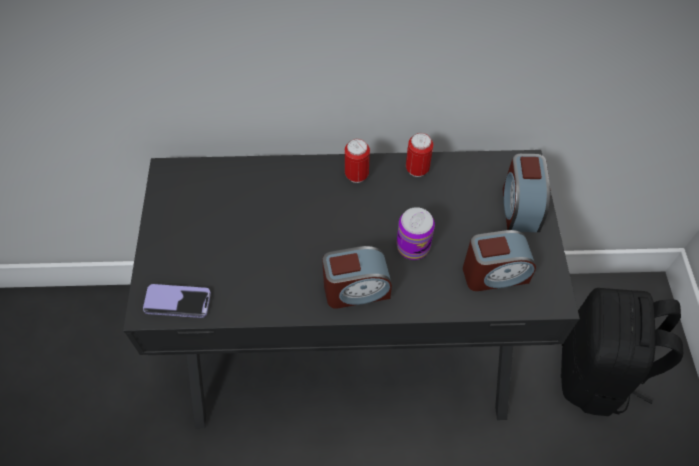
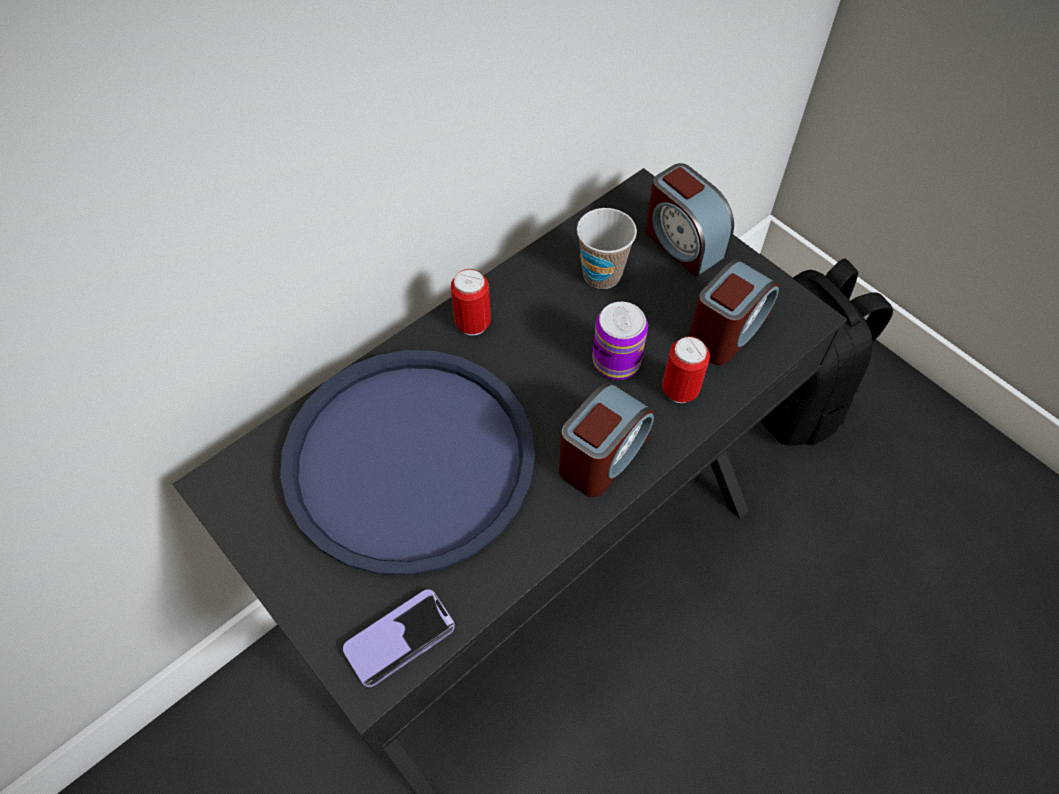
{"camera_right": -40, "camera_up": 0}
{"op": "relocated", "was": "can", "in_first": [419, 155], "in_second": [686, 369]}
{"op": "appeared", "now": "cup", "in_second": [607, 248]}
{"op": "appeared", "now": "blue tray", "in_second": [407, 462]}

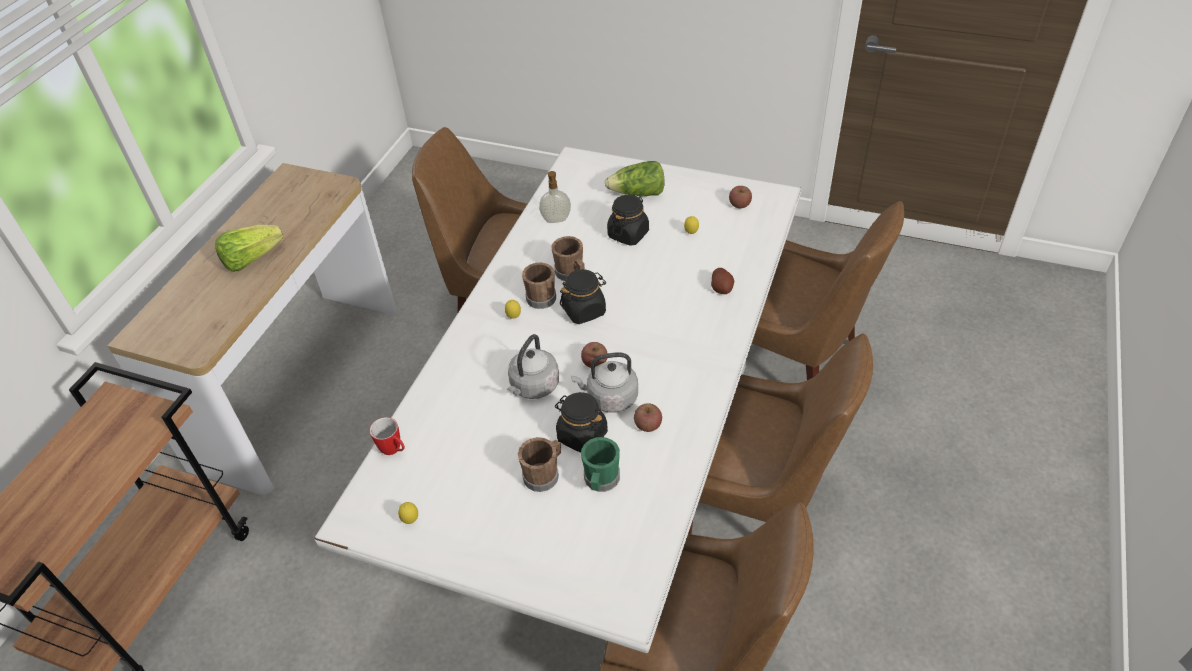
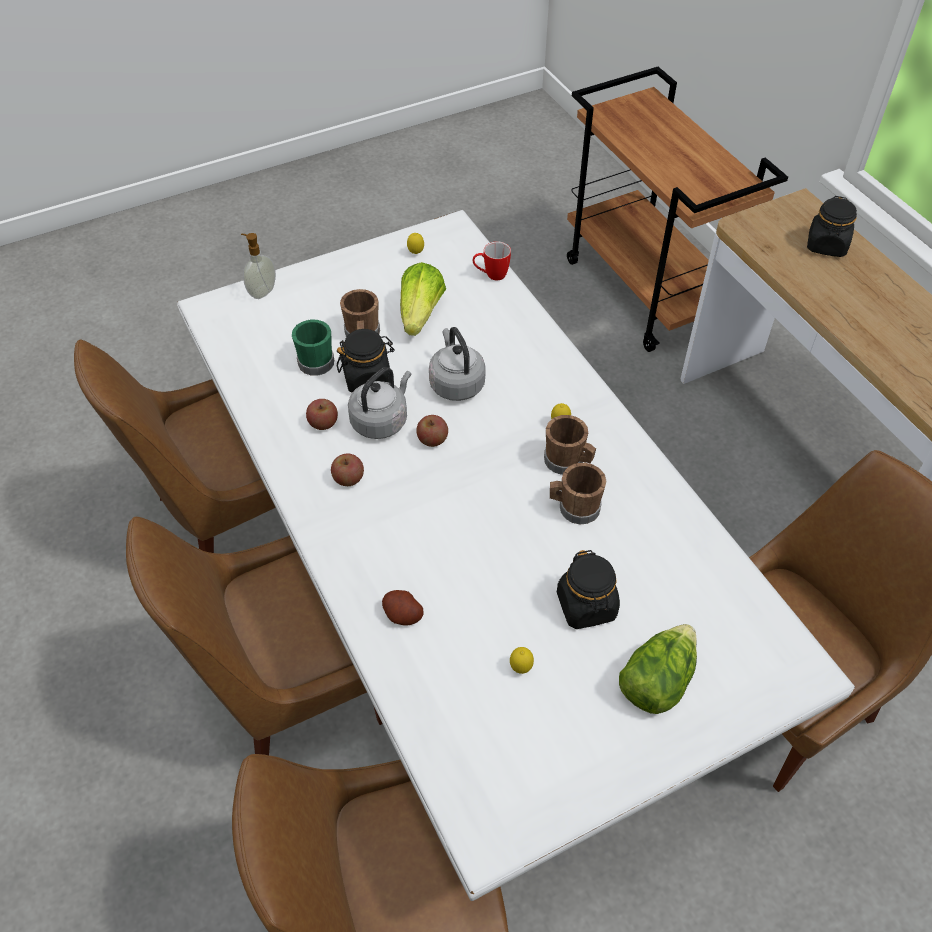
{"camera_right": 130, "camera_up": 5}
{"op": "relocated", "was": "soap dispenser", "in_first": [555, 197], "in_second": [258, 266]}
{"op": "relocated", "was": "apple", "in_first": [740, 197], "in_second": [347, 470]}
{"op": "relocated", "was": "lettuce", "in_first": [249, 248], "in_second": [423, 299]}
{"op": "relocated", "was": "black jar", "in_first": [583, 296], "in_second": [832, 226]}

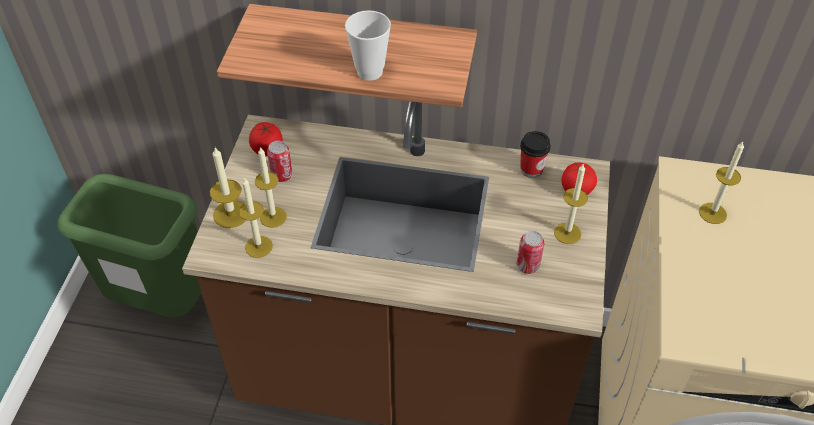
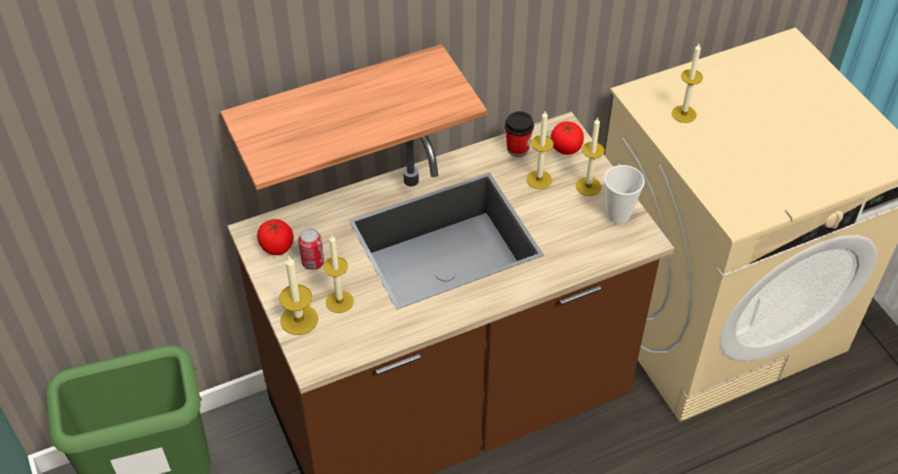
{"camera_right": -35, "camera_up": 0}
{"op": "relocated", "was": "cup", "in_first": [368, 45], "in_second": [624, 194]}
{"op": "relocated", "was": "candle", "in_first": [256, 218], "in_second": [540, 149]}
{"op": "missing", "was": "can", "in_first": [530, 252]}

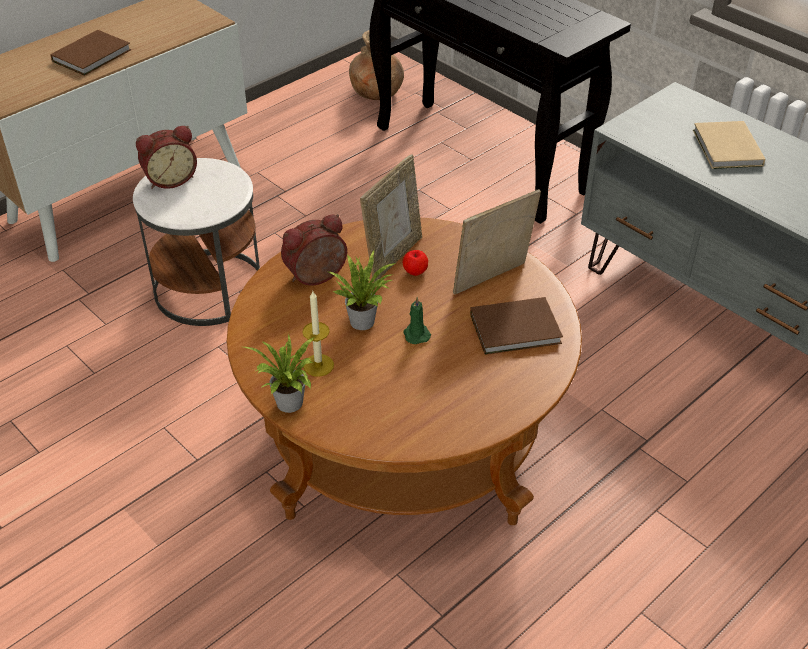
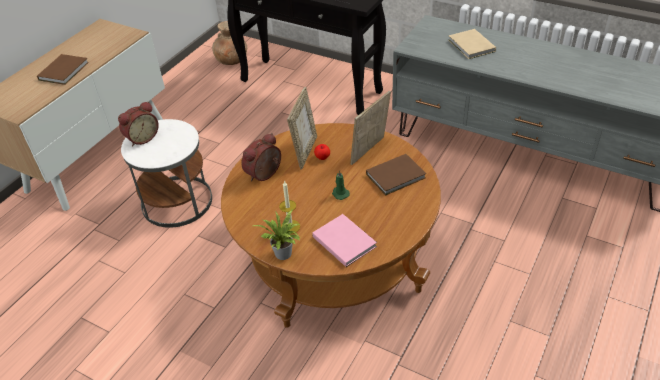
{"camera_right": -15, "camera_up": 0}
{"op": "missing", "was": "potted plant", "in_first": [362, 290]}
{"op": "appeared", "now": "pink book", "in_second": [344, 240]}

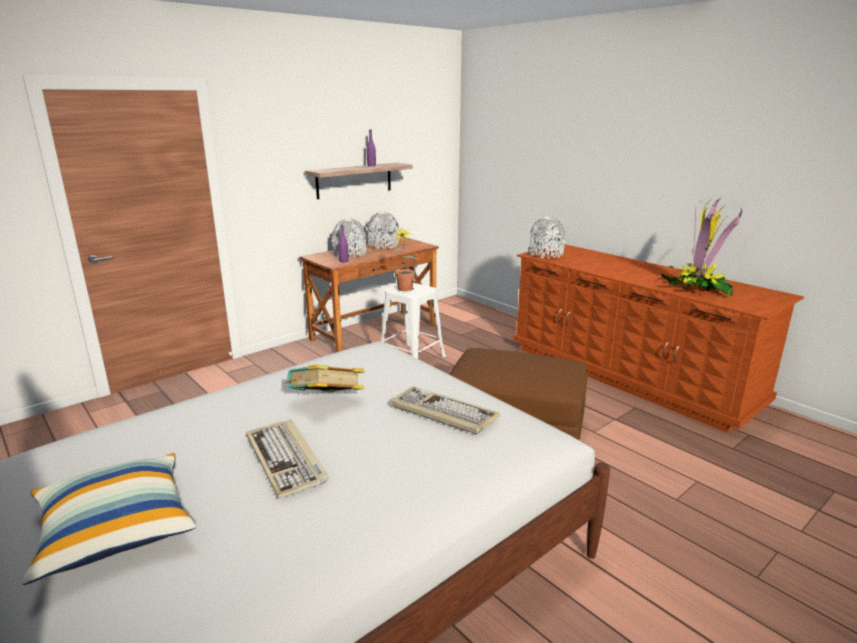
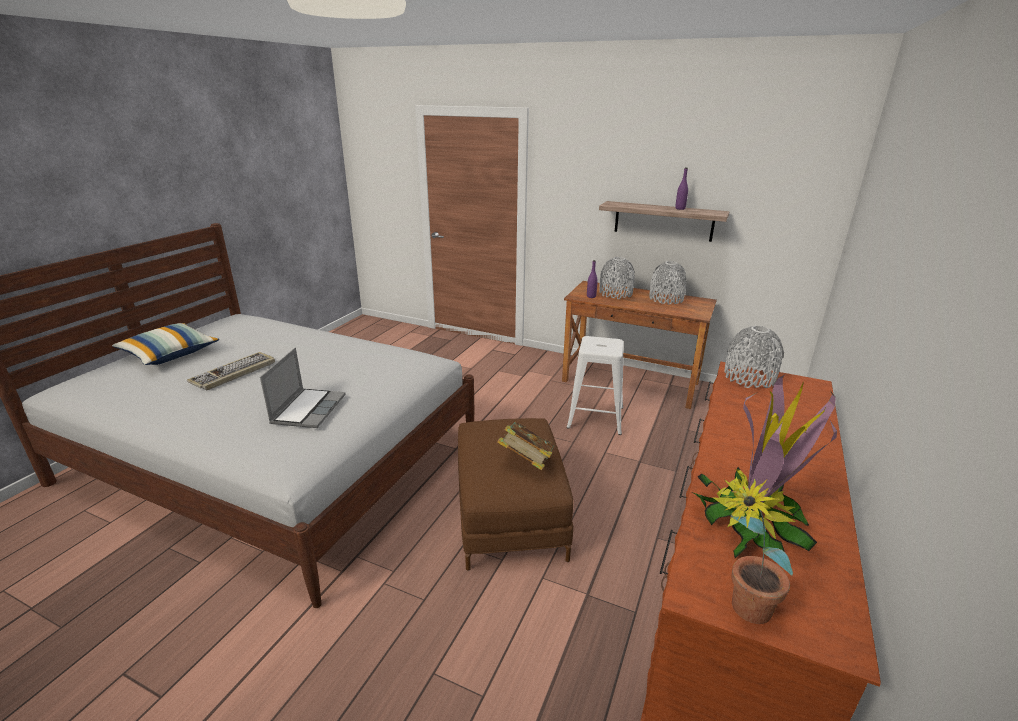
{"camera_right": 65, "camera_up": 5}
{"op": "relocated", "was": "potted plant", "in_first": [404, 259], "in_second": [758, 551]}
{"op": "relocated", "was": "book", "in_first": [324, 378], "in_second": [525, 446]}
{"op": "exchanged", "was": "keyboard", "now": "laptop", "in_first": [445, 410], "in_second": [303, 388]}

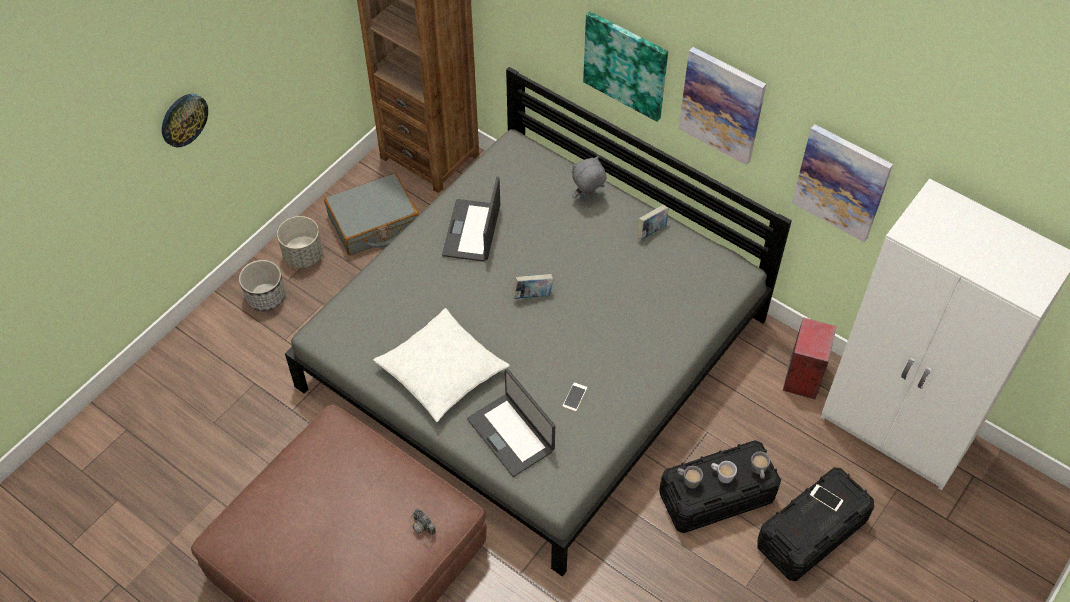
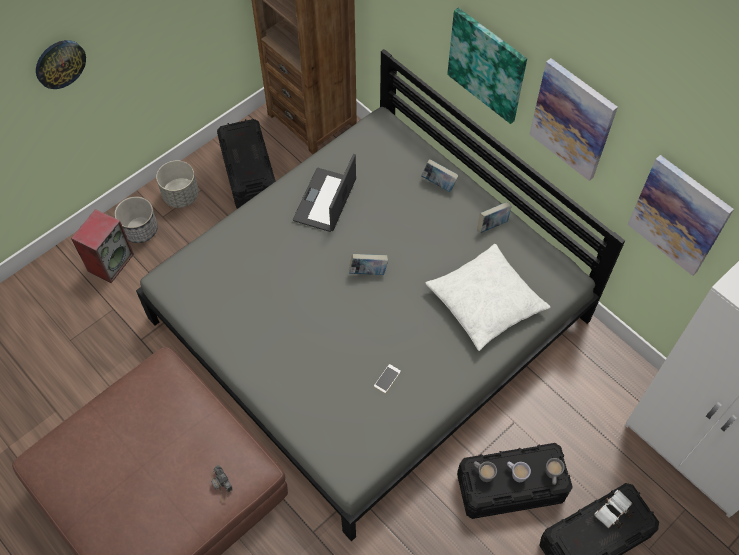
{"camera_right": 10, "camera_up": 5}
{"op": "exchanged", "was": "grey plush toy", "now": "book", "in_first": [589, 178], "in_second": [440, 175]}
{"op": "exchanged", "was": "grey suitcase", "now": "black storage box", "in_first": [371, 214], "in_second": [246, 164]}
{"op": "relocated", "was": "white pillow", "in_first": [442, 365], "in_second": [487, 297]}
{"op": "relocated", "was": "speaker", "in_first": [810, 358], "in_second": [102, 246]}
{"op": "missing", "was": "laptop", "in_first": [511, 422]}
{"op": "exchanged", "was": "phone", "now": "white binoculars", "in_first": [826, 497], "in_second": [614, 510]}

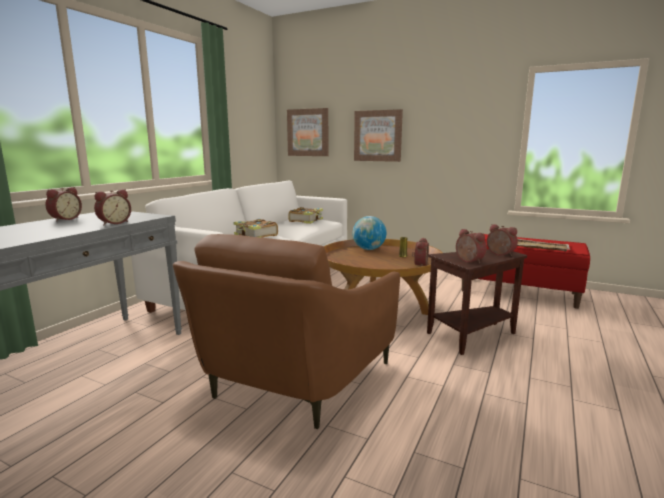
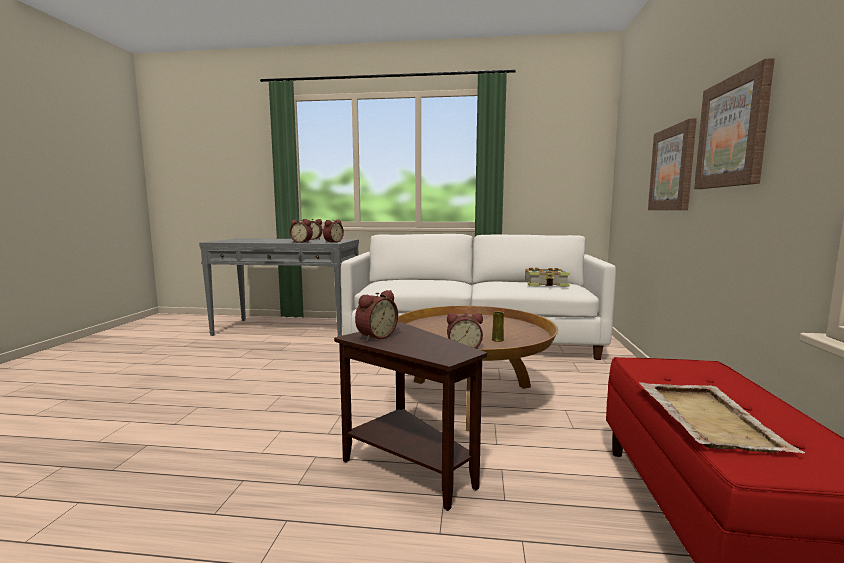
{"camera_right": 70, "camera_up": -5}
{"op": "relocated", "was": "picture", "in_first": [307, 132], "in_second": [734, 123]}
{"op": "missing", "was": "globe", "in_first": [370, 233]}
{"op": "missing", "was": "book", "in_first": [255, 228]}
{"op": "relocated", "was": "alarm clock", "in_first": [502, 240], "in_second": [333, 231]}
{"op": "missing", "was": "brown armchair", "in_first": [286, 331]}

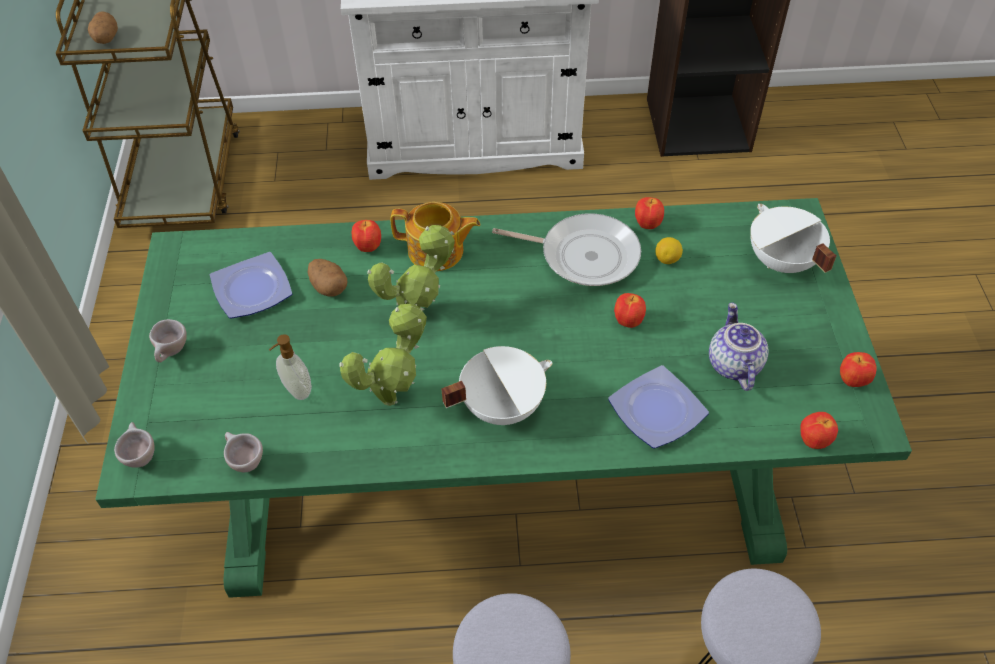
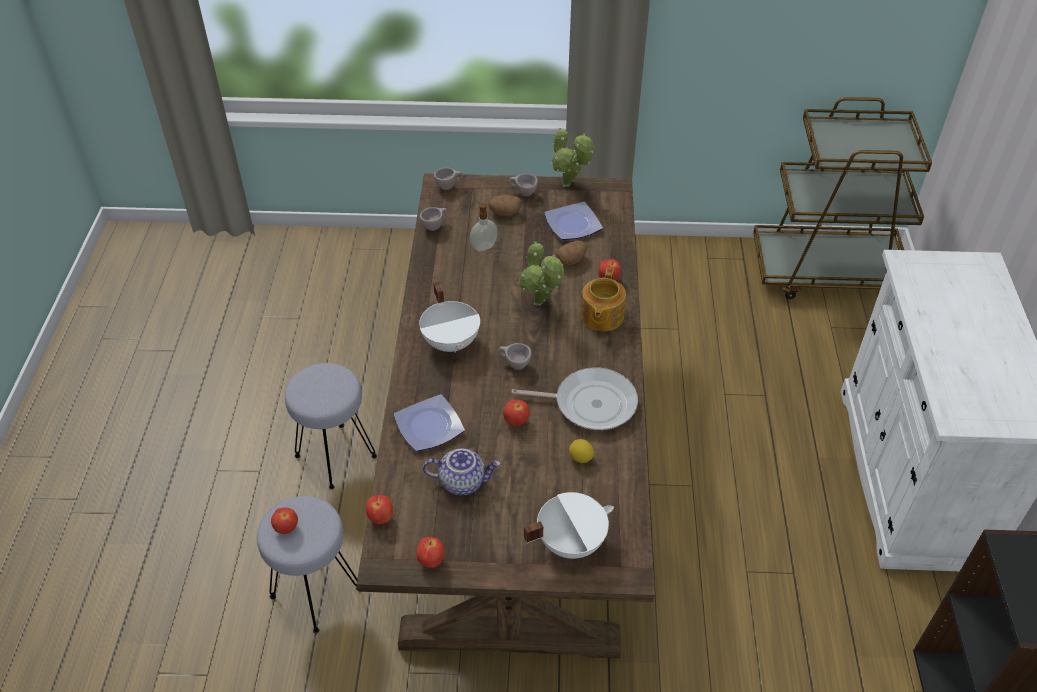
{"camera_right": 95, "camera_up": -5}
{"op": "relocated", "was": "potato", "in_first": [103, 27], "in_second": [505, 205]}
{"op": "relocated", "was": "apple", "in_first": [649, 213], "in_second": [284, 521]}
{"op": "colour", "was": "green dining table", "now": "brown dining table", "in_first": [503, 398], "in_second": [506, 416]}
{"op": "spun", "was": "frying pan", "in_first": [566, 249], "in_second": [575, 398], "clockwise": -105}
{"op": "relocated", "was": "potted plant", "in_first": [383, 355], "in_second": [572, 157]}
{"op": "appeared", "now": "beige cup", "in_second": [514, 356]}

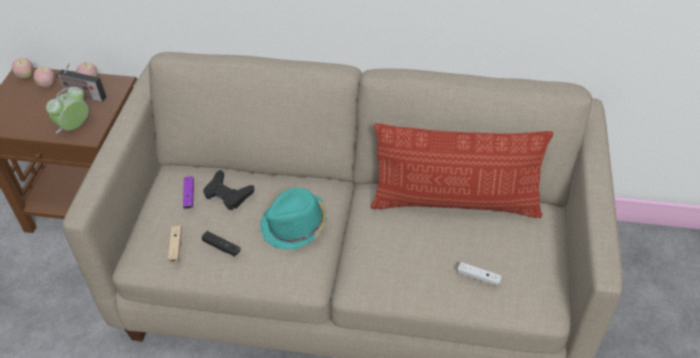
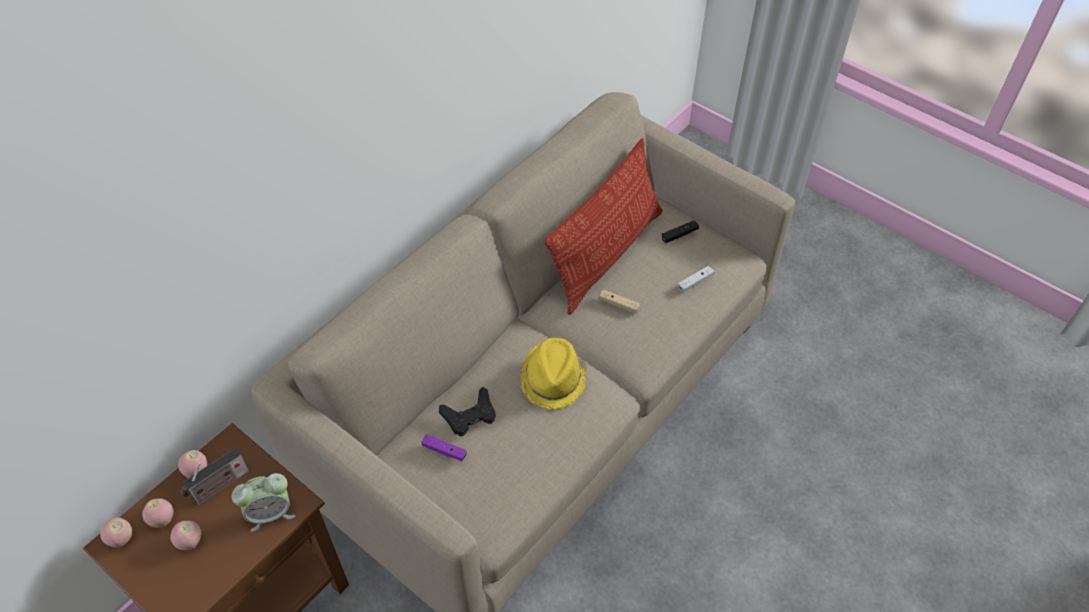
{"camera_right": -60, "camera_up": 5}
{"op": "spun", "was": "alarm clock", "in_first": [67, 110], "in_second": [263, 502], "clockwise": -90}
{"op": "colour", "was": "turquoise hat", "now": "yellow hat", "in_first": [293, 219], "in_second": [554, 374]}
{"op": "relocated", "was": "beige game controller", "in_first": [175, 244], "in_second": [619, 301]}
{"op": "relocated", "was": "black game controller", "in_first": [221, 244], "in_second": [680, 231]}
{"op": "appeared", "now": "apple", "in_second": [185, 535]}

